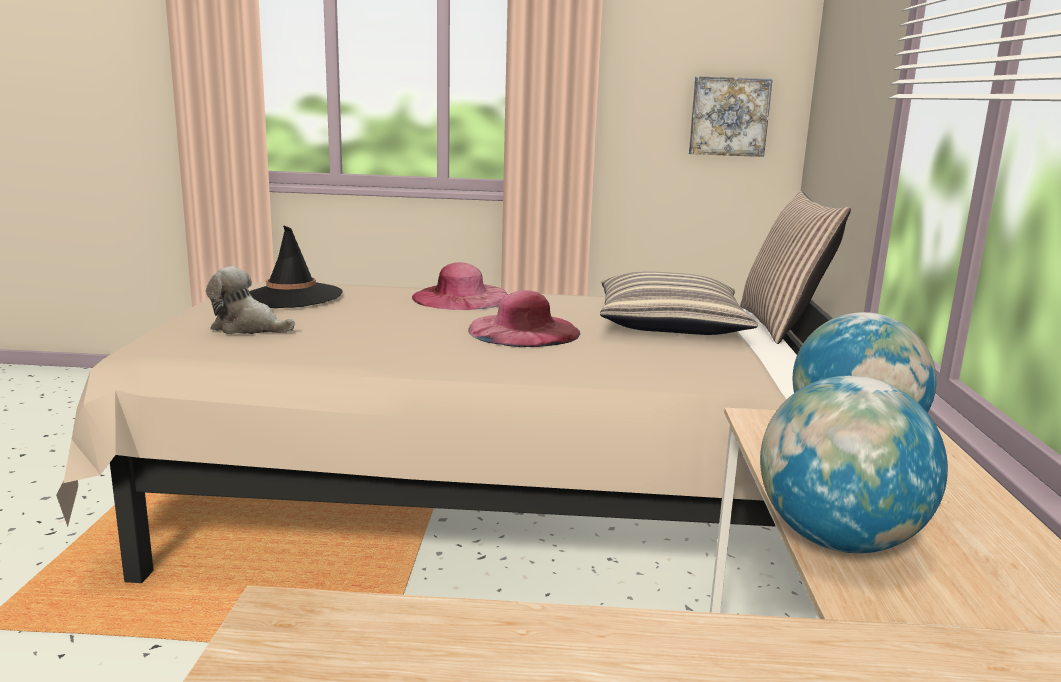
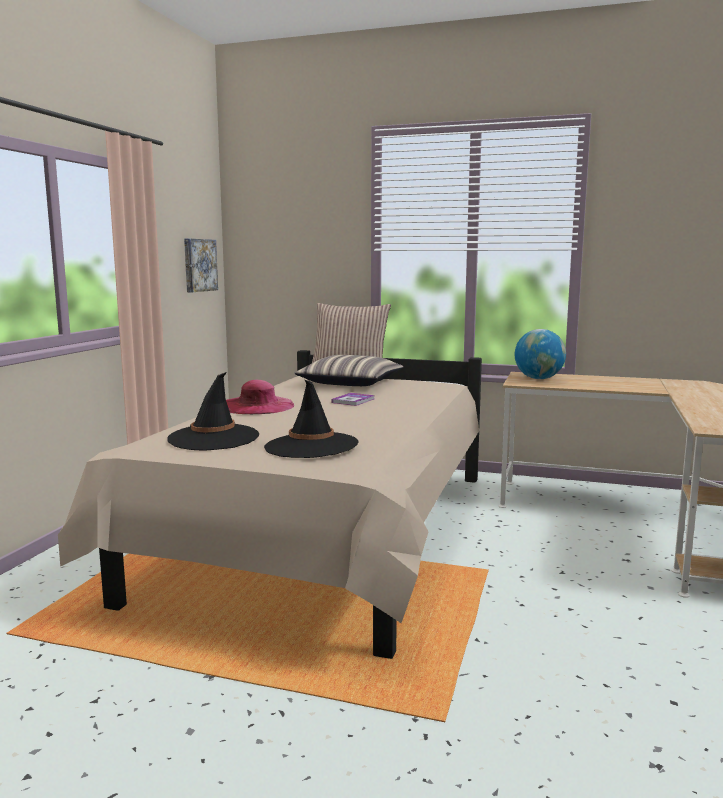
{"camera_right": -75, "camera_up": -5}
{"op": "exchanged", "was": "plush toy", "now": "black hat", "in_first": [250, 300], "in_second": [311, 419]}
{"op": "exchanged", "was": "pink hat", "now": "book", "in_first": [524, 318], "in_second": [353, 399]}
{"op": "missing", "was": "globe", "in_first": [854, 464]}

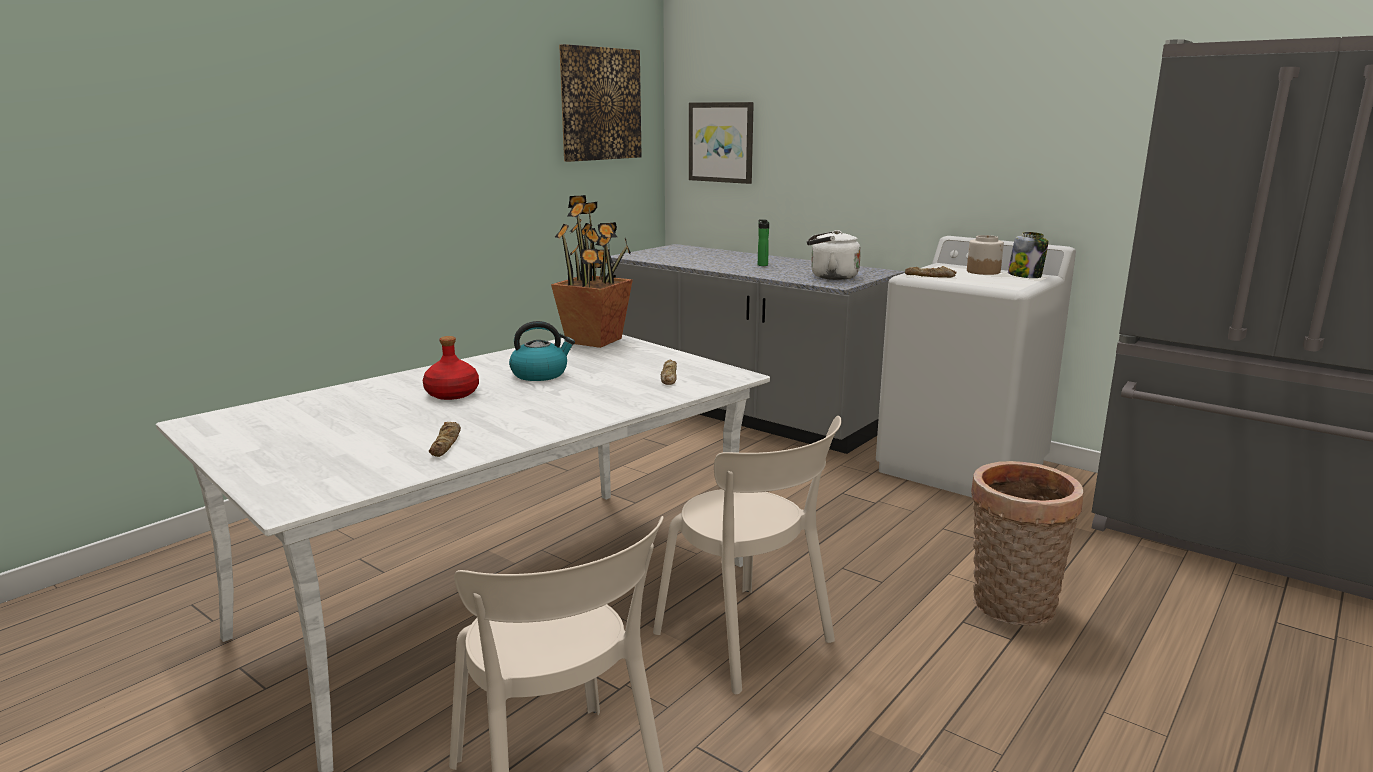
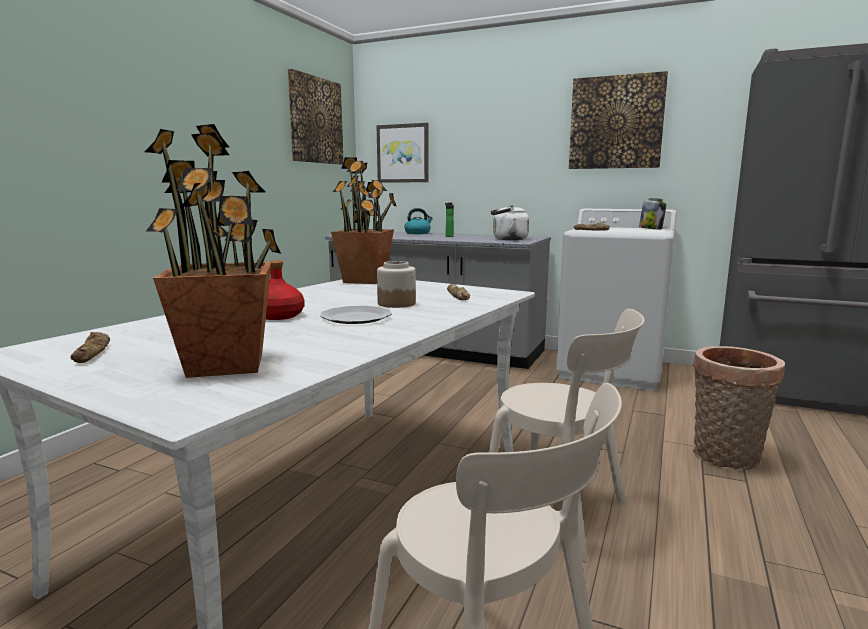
{"camera_right": -15, "camera_up": -5}
{"op": "relocated", "was": "jar", "in_first": [985, 255], "in_second": [396, 284]}
{"op": "relocated", "was": "kettle", "in_first": [542, 351], "in_second": [419, 221]}
{"op": "relocated", "was": "bread", "in_first": [445, 439], "in_second": [90, 347]}
{"op": "appeared", "now": "picture", "in_second": [618, 120]}
{"op": "appeared", "now": "potted plant", "in_second": [212, 251]}
{"op": "appeared", "now": "plate", "in_second": [356, 315]}

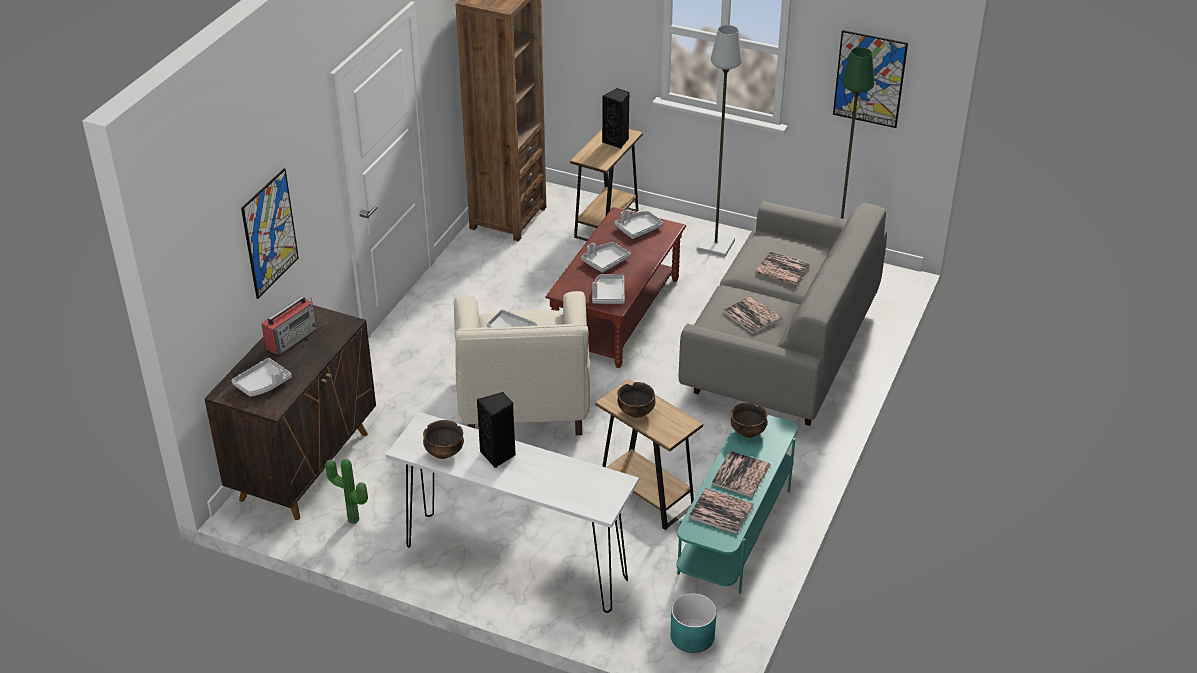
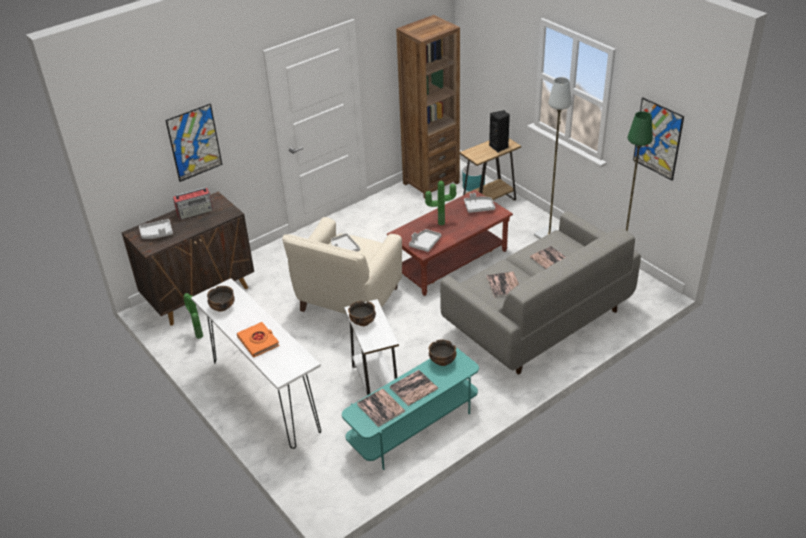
{"camera_right": 30, "camera_up": 0}
{"op": "exchanged", "was": "grey tray", "now": "potted plant", "in_first": [606, 257], "in_second": [440, 203]}
{"op": "colour", "was": "brown side table", "now": "white side table", "in_first": [649, 454], "in_second": [371, 347]}
{"op": "missing", "was": "black speaker", "in_first": [496, 430]}
{"op": "relocated", "was": "turquoise planter", "in_first": [693, 623], "in_second": [474, 178]}
{"op": "appeared", "now": "orange book", "in_second": [258, 339]}

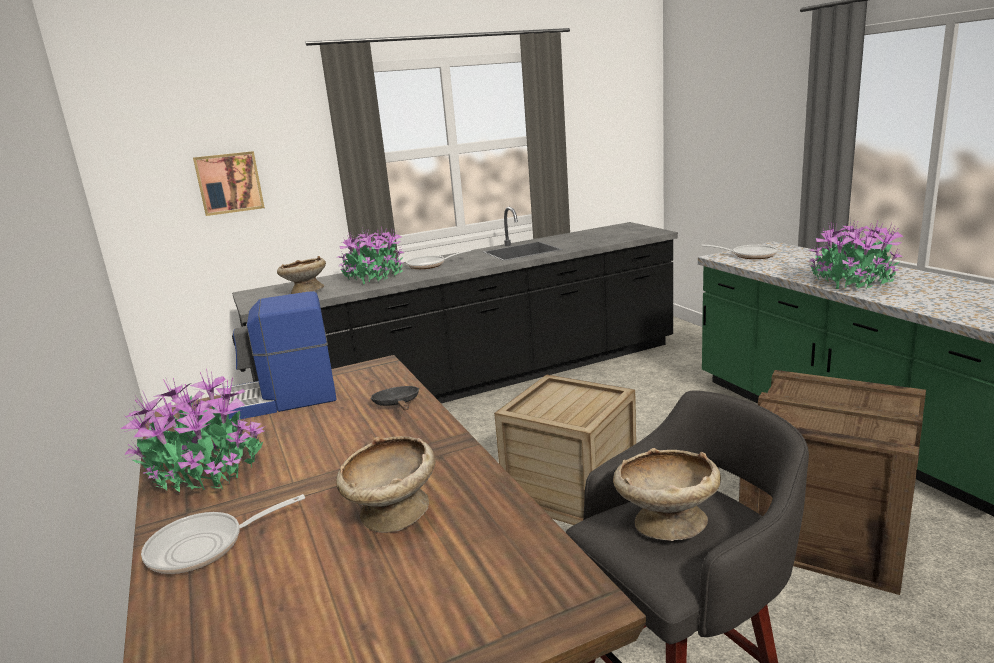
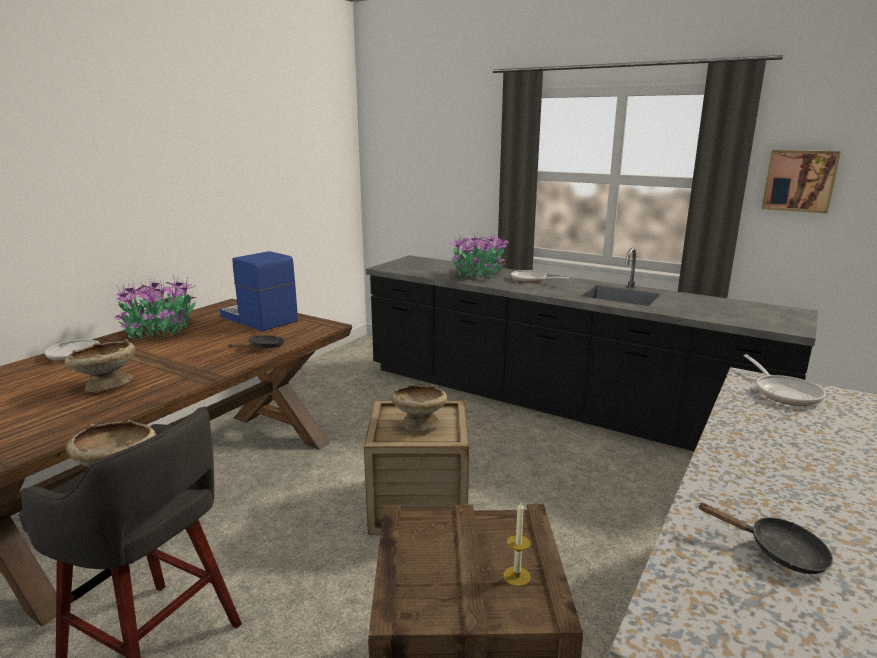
{"camera_right": 55, "camera_up": 0}
{"op": "relocated", "was": "picture", "in_first": [229, 183], "in_second": [801, 181]}
{"op": "missing", "was": "potted plant", "in_first": [855, 253]}
{"op": "relocated", "was": "beige bowl", "in_first": [301, 275], "in_second": [419, 407]}
{"op": "appeared", "now": "candle", "in_second": [517, 544]}
{"op": "appeared", "now": "black frying pan", "in_second": [765, 538]}

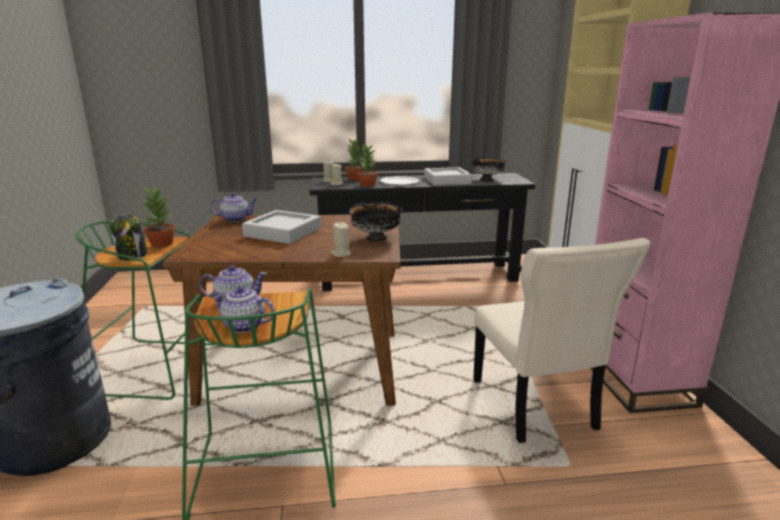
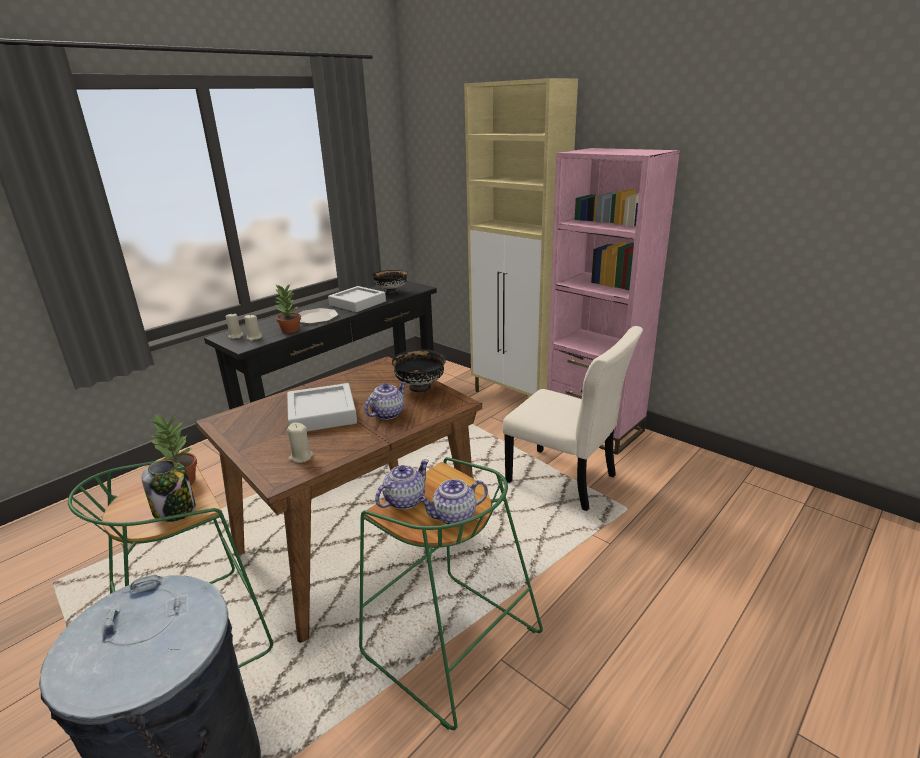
{"camera_right": -40, "camera_up": 5}
{"op": "missing", "was": "potted plant", "in_first": [354, 160]}
{"op": "relocated", "was": "teapot", "in_first": [233, 207], "in_second": [385, 400]}
{"op": "relocated", "was": "beige candle", "in_first": [341, 239], "in_second": [300, 443]}

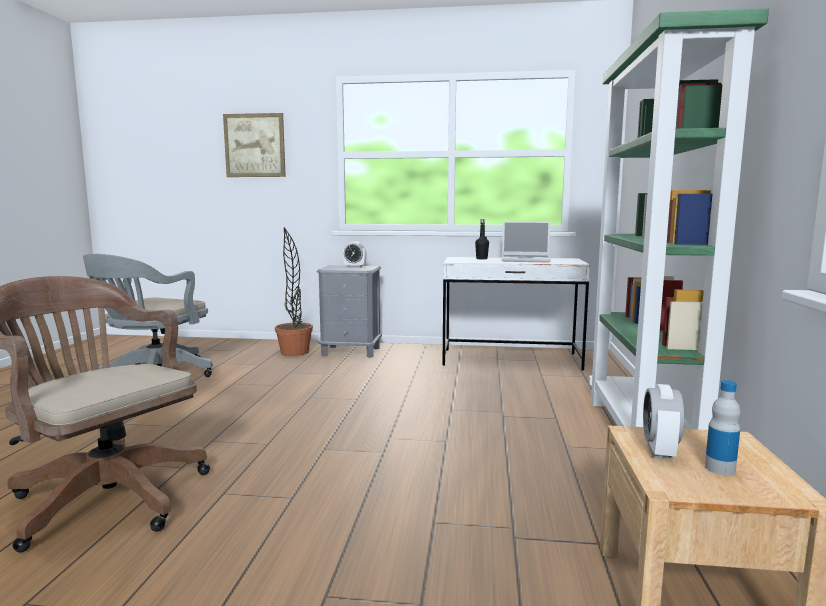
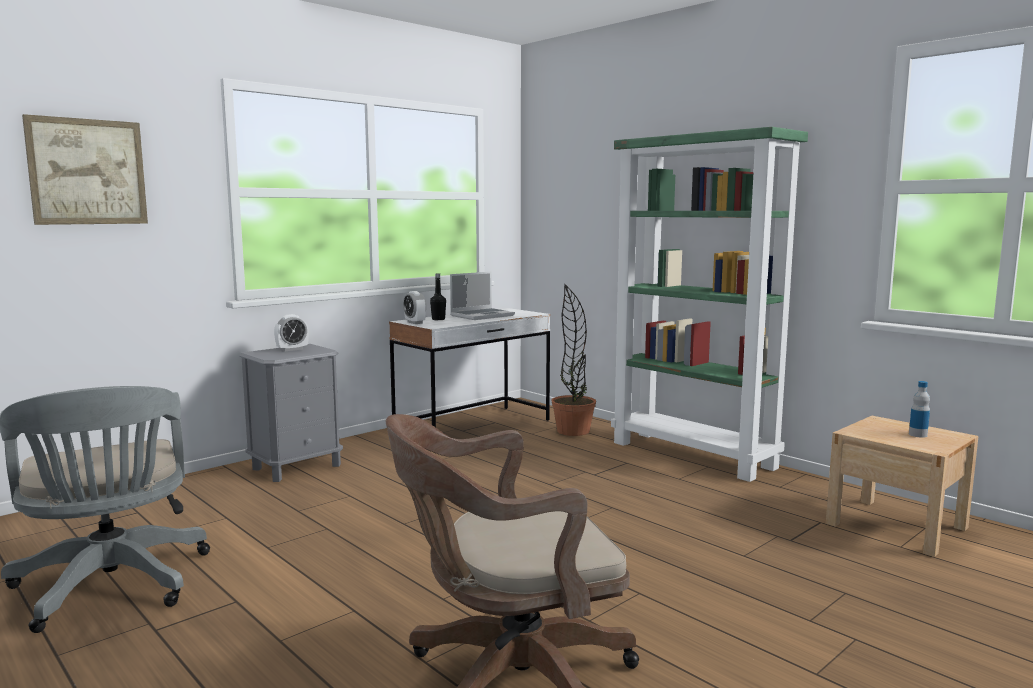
{"camera_right": -50, "camera_up": 0}
{"op": "relocated", "was": "potted plant", "in_first": [294, 291], "in_second": [573, 360]}
{"op": "relocated", "was": "alarm clock", "in_first": [663, 422], "in_second": [414, 307]}

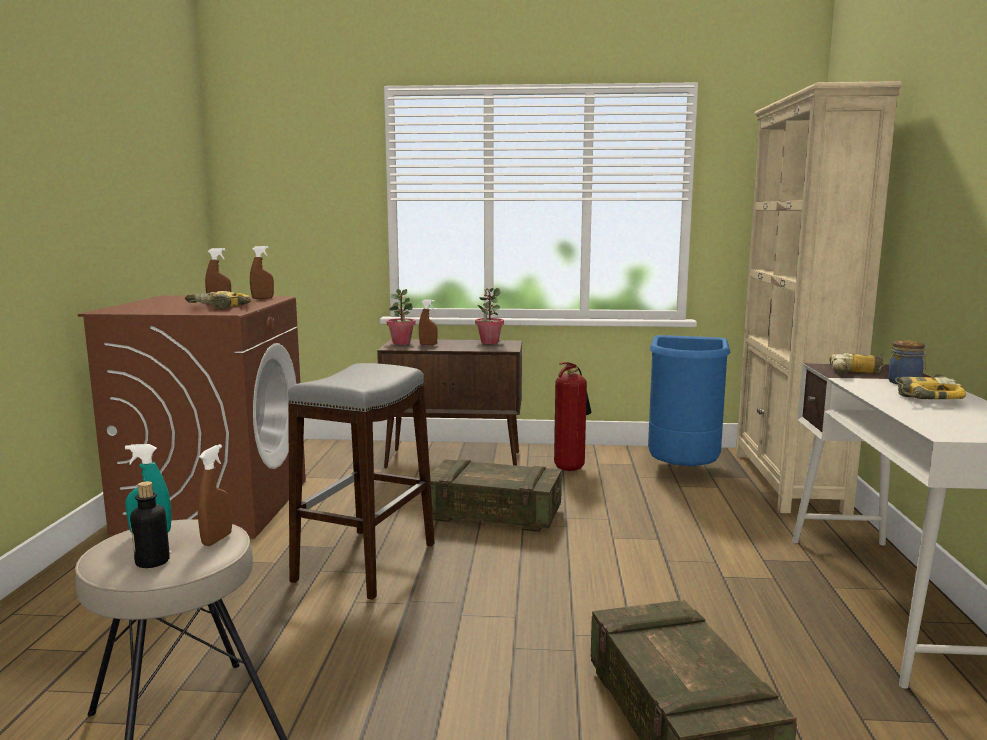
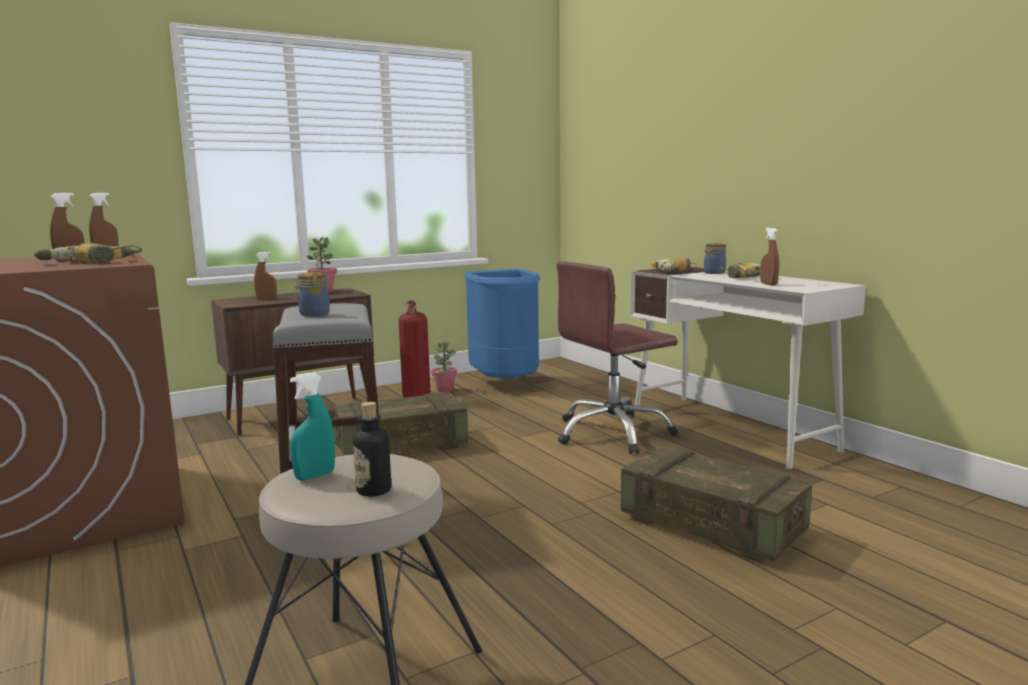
{"camera_right": -35, "camera_up": 0}
{"op": "missing", "was": "beige bookcase", "in_first": [818, 298]}
{"op": "relocated", "was": "potted plant", "in_first": [401, 317], "in_second": [444, 367]}
{"op": "relocated", "was": "brown spray bottle", "in_first": [215, 495], "in_second": [769, 257]}
{"op": "appeared", "now": "brown office chair", "in_second": [617, 357]}
{"op": "appeared", "now": "jar", "in_second": [312, 294]}

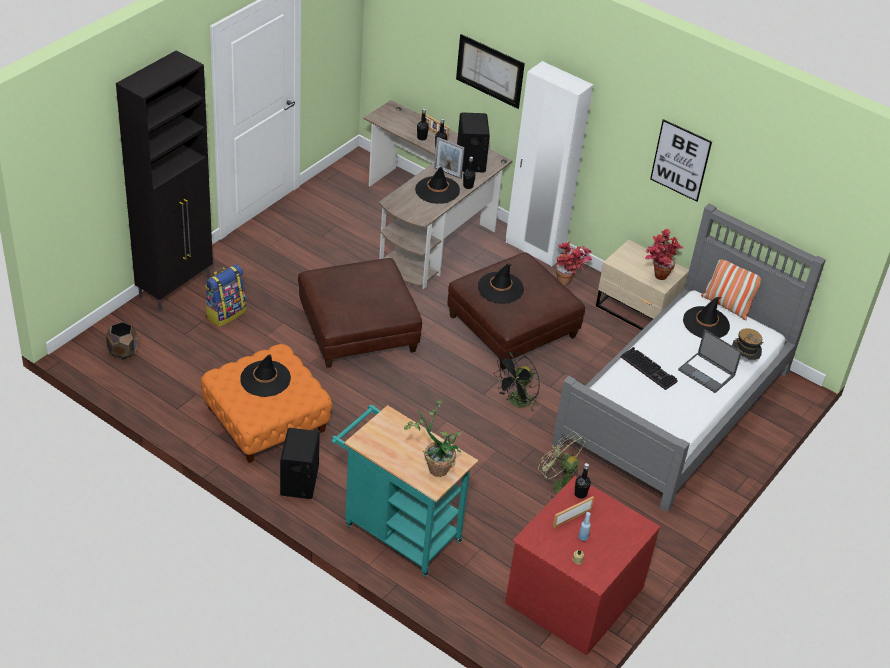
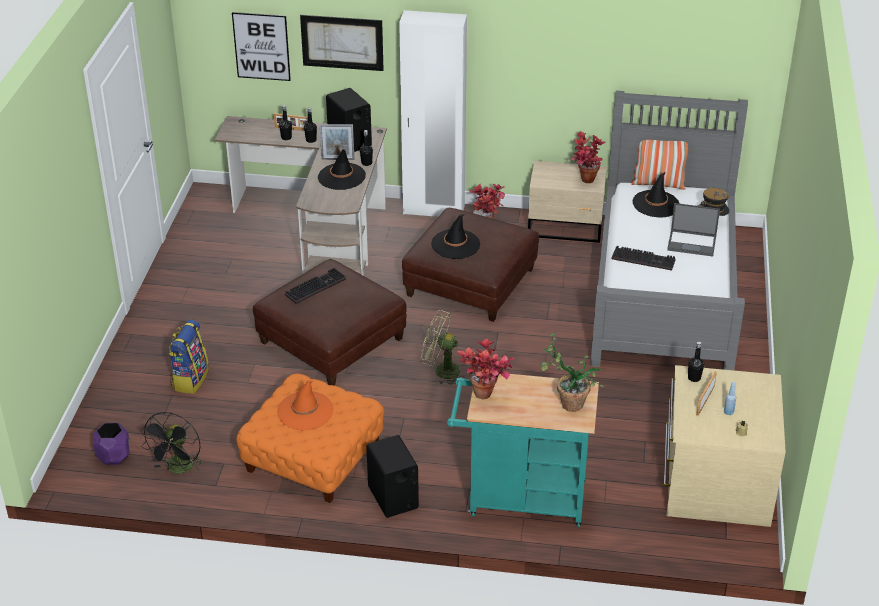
{"camera_right": -25, "camera_up": -5}
{"op": "missing", "was": "black cabinet", "in_first": [164, 180]}
{"op": "relocated", "was": "picture", "in_first": [681, 160], "in_second": [261, 46]}
{"op": "colour", "was": "brown planter", "now": "purple planter", "in_first": [122, 341], "in_second": [111, 444]}
{"op": "relocated", "was": "black fan", "in_first": [517, 382], "in_second": [171, 443]}
{"op": "colour", "was": "black hat", "now": "orange hat", "in_first": [265, 375], "in_second": [305, 405]}
{"op": "relocated", "was": "green fan", "in_first": [561, 464], "in_second": [443, 347]}
{"op": "colour", "was": "red dresser", "now": "beige dresser", "in_first": [583, 565], "in_second": [725, 446]}
{"op": "appeared", "now": "keyboard", "in_second": [315, 286]}
{"op": "appeared", "now": "potted plant", "in_second": [485, 369]}

